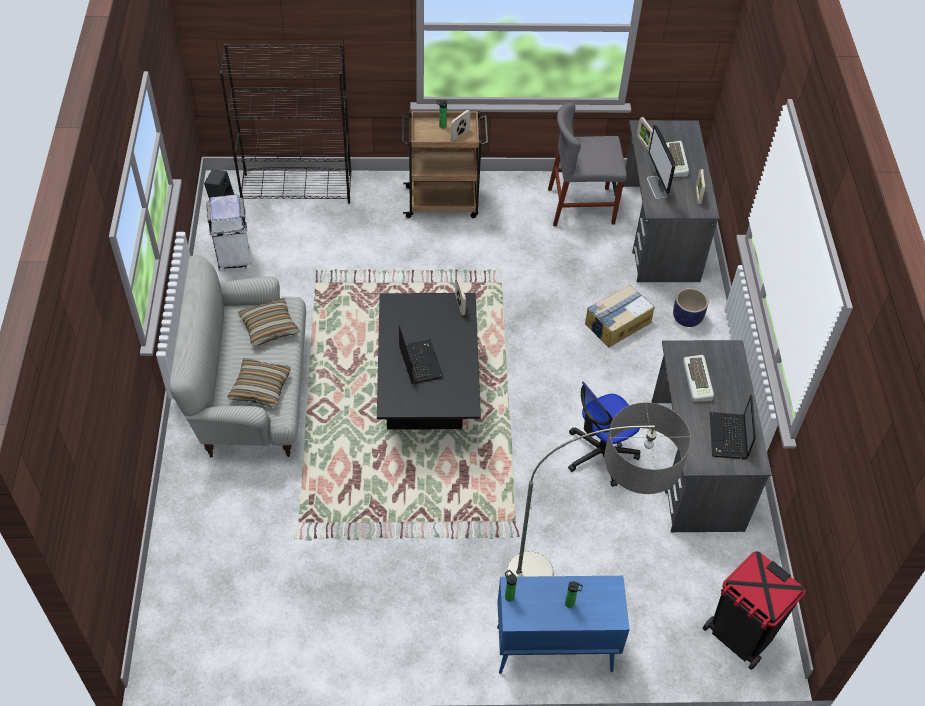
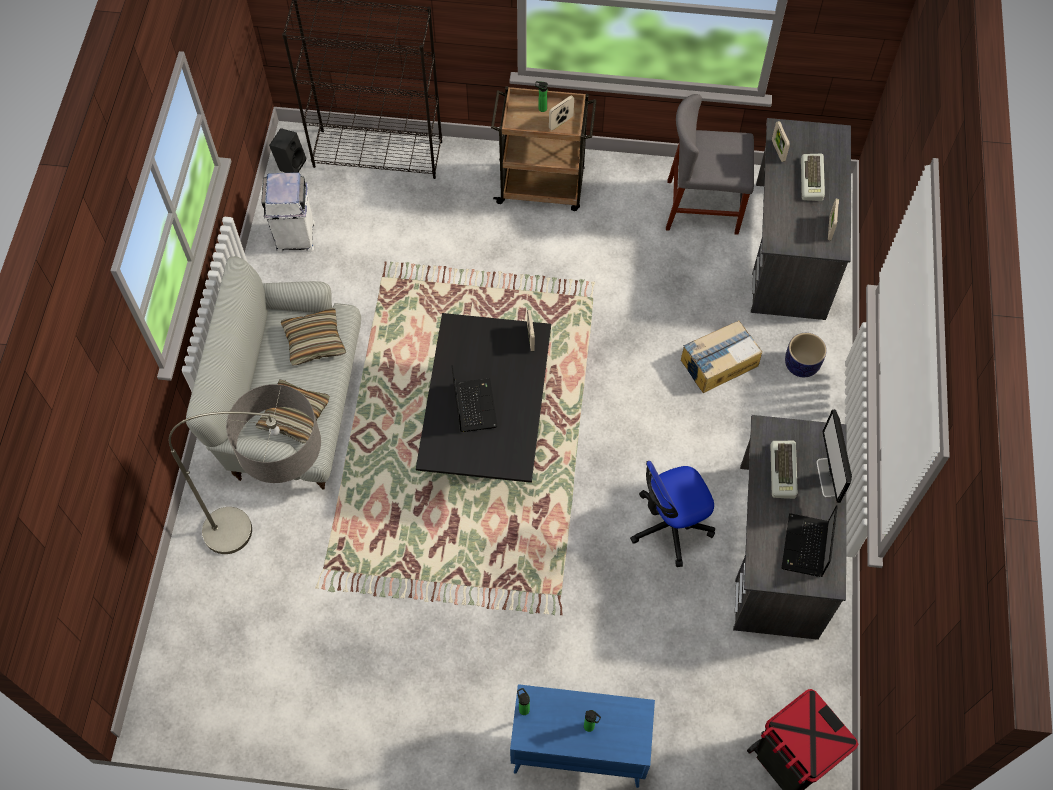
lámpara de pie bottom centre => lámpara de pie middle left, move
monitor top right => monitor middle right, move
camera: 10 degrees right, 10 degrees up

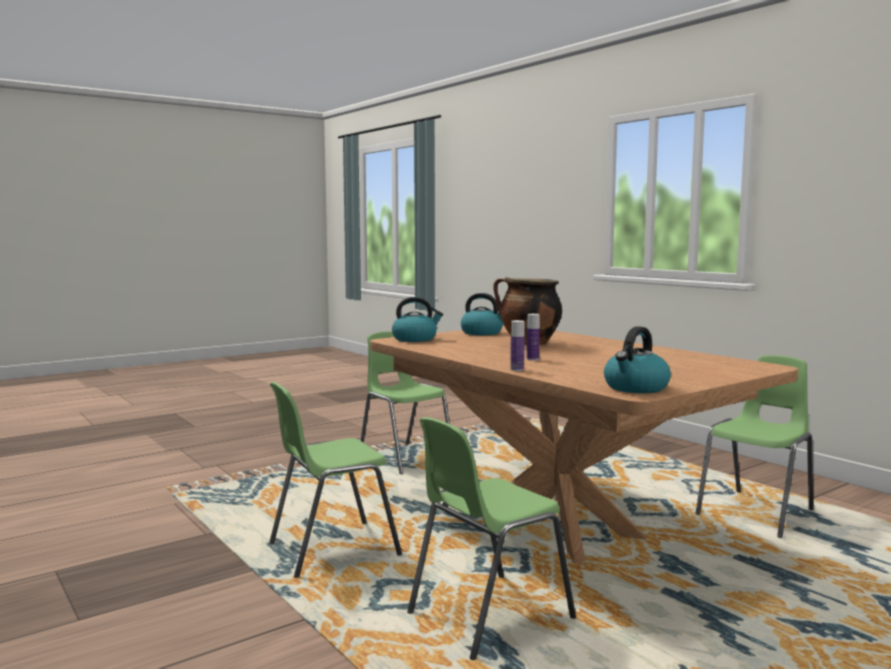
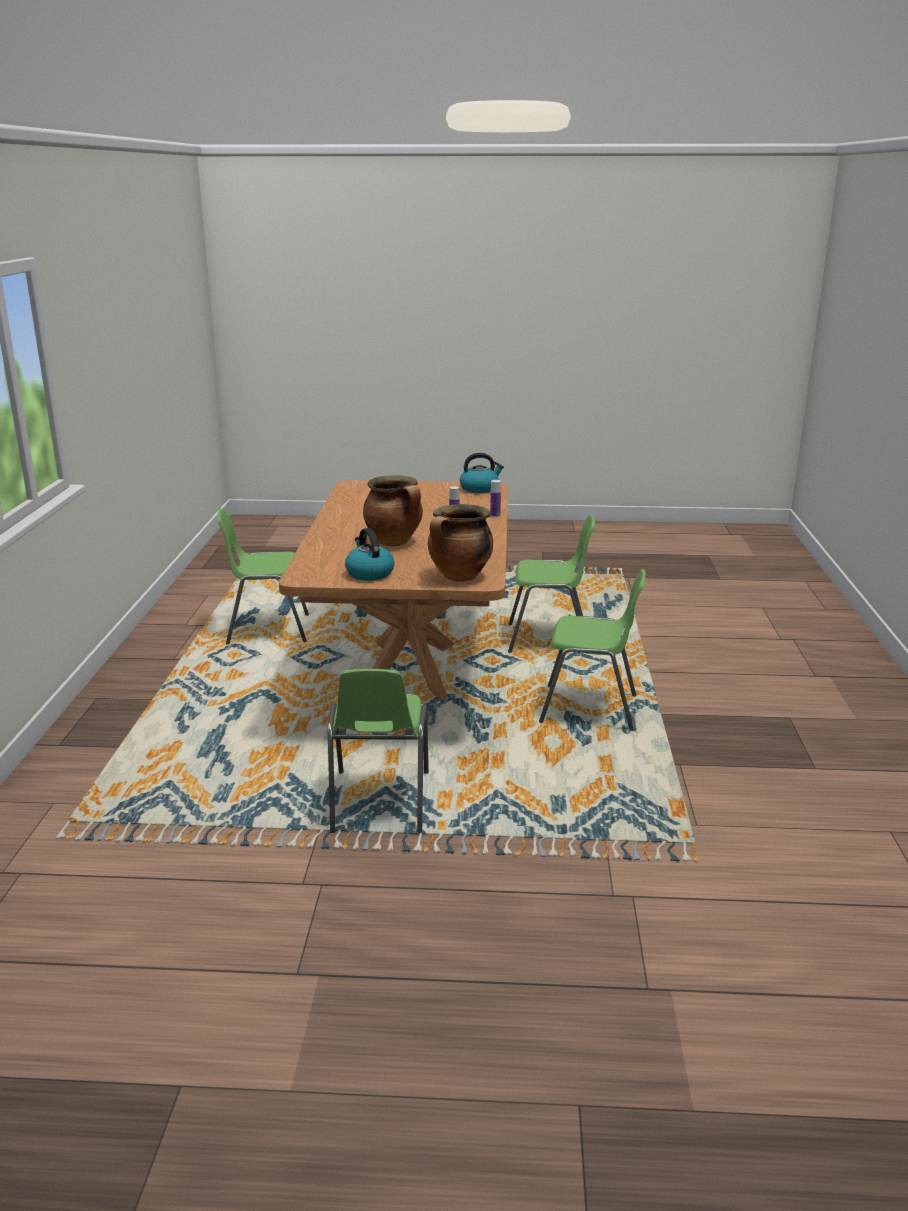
hervidor (1st from left) centre => olla (2nd from left) centre
camera: 140 degrees left, 15 degrees up

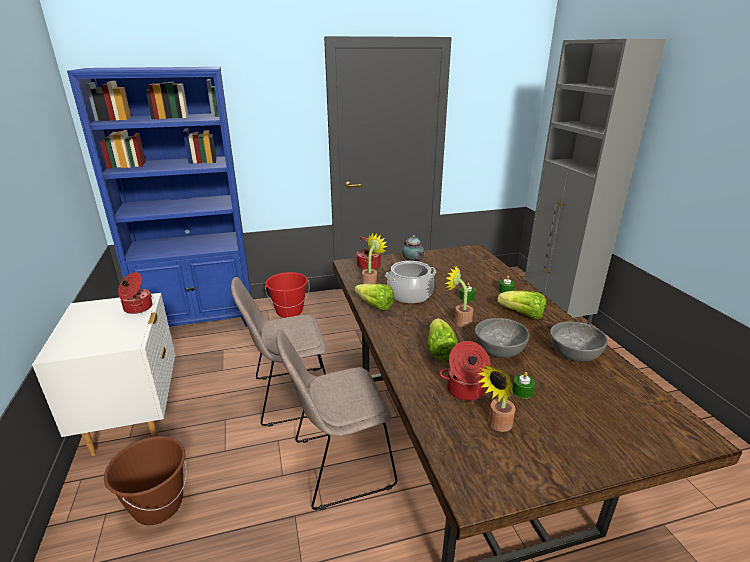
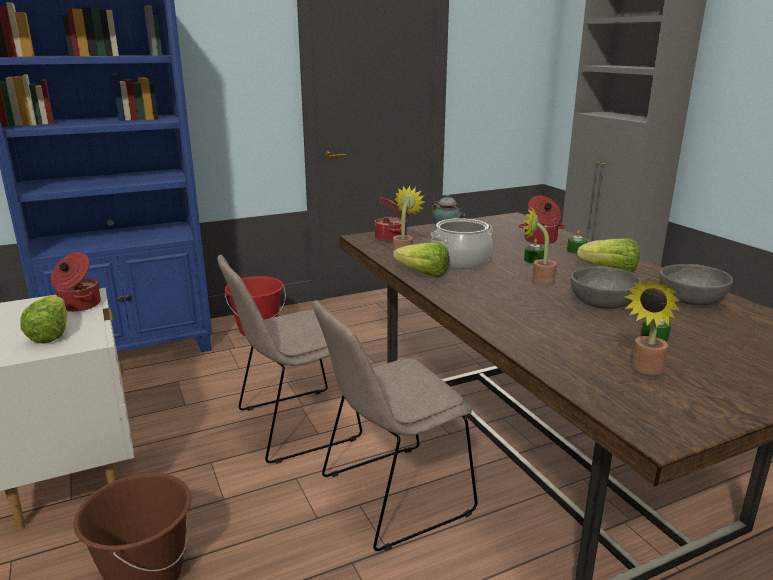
lechuga (2nd from left in the first image) centre => lechuga (1st from left) middle left, move
olla (4th from left) centre => olla (4th from left) middle right, move
camera: 10 degrees left, 5 degrees down

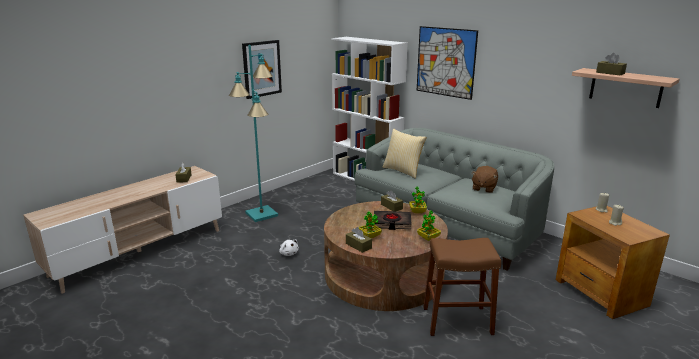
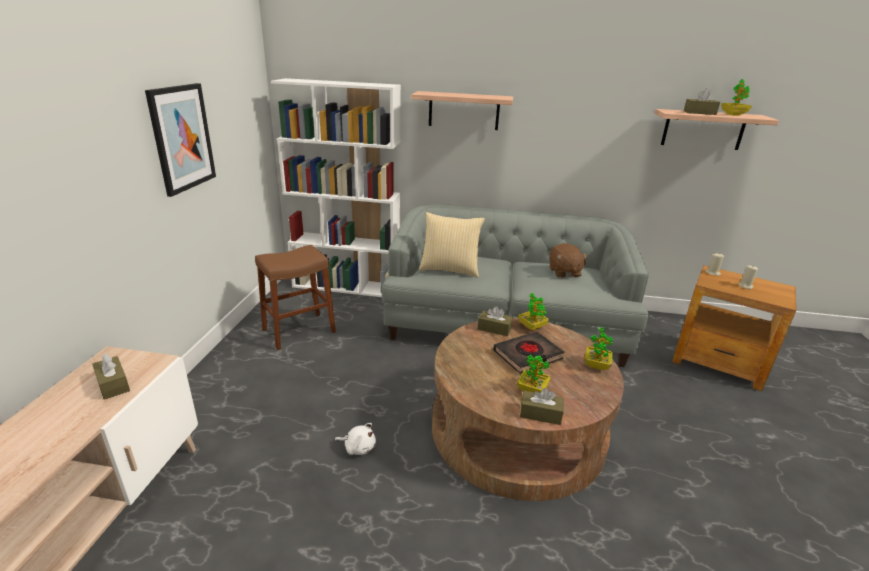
taburete [marrón] bottom centre => taburete [marrón] centre, move
cuadro (2nd from left) top centre => estante (1st from left) top centre
nothing => planta en maceta (4th from left) top right
lámpara de pie [turquesa] centre => nothing
camera: 35 degrees left, 5 degrees up

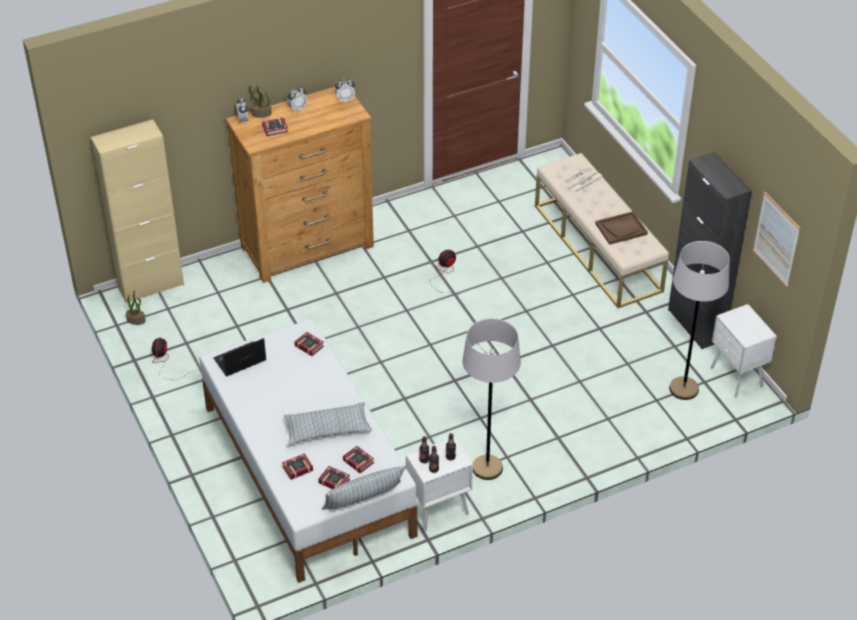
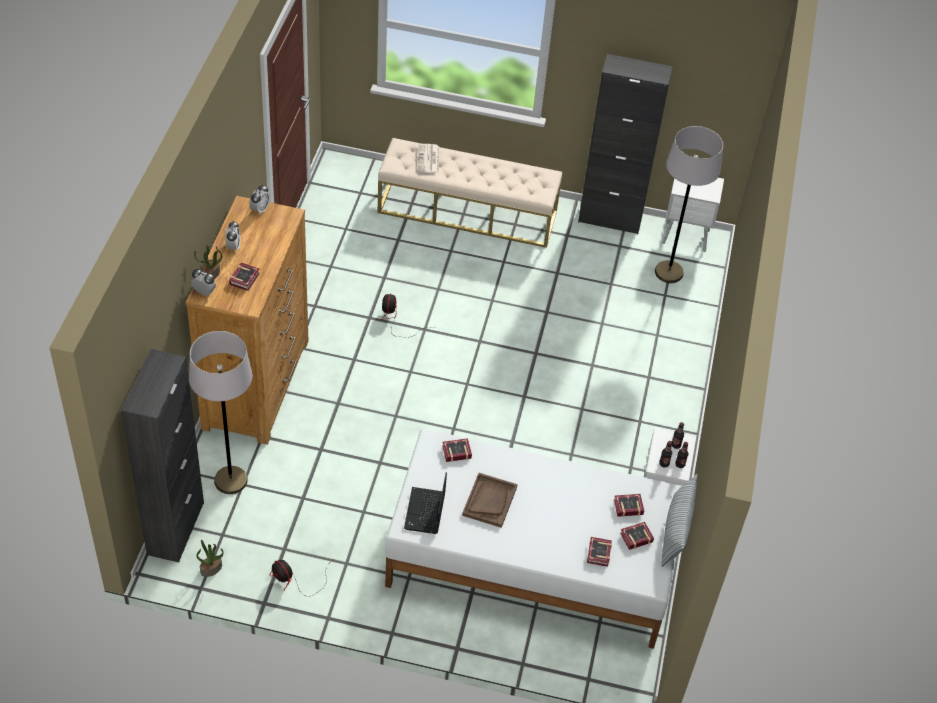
armario [beis] middle left => armario [negro] (1st from left) middle left
lámpara de pie [gris] (1st from left) centre => lámpara de pie [gris] (1st from left) middle left, move
bandeja [marrón] middle right => bandeja [marrón] bottom centre, move
cojín (1st from left) bottom centre => nothing
cuadro middle right => nothing
camera: 55 degrees left, 5 degrees up

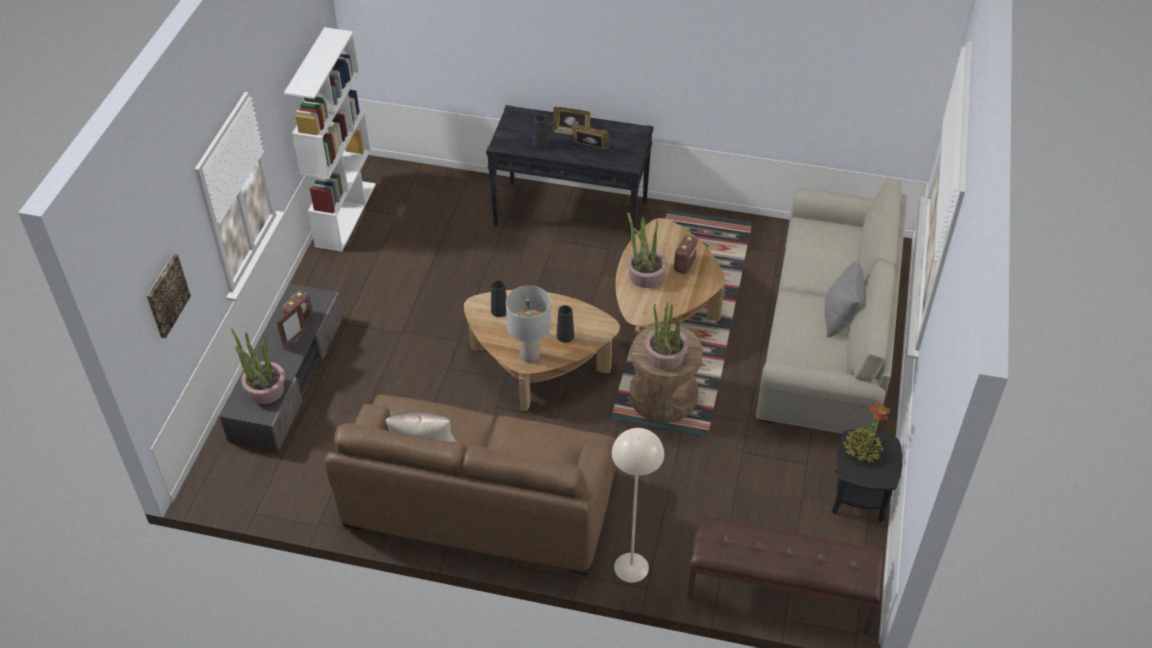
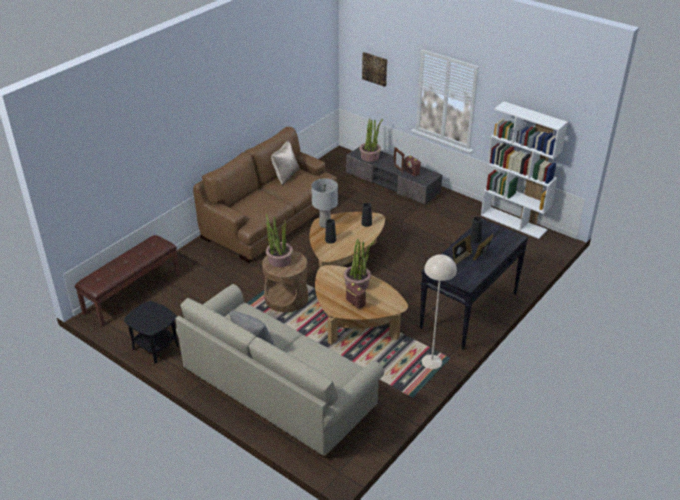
lámpara de pie [beis] bottom centre => lámpara de pie [beis] centre, move
planta en maceta (4th from left) middle right => nothing
camera: 115 degrees right, 10 degrees down

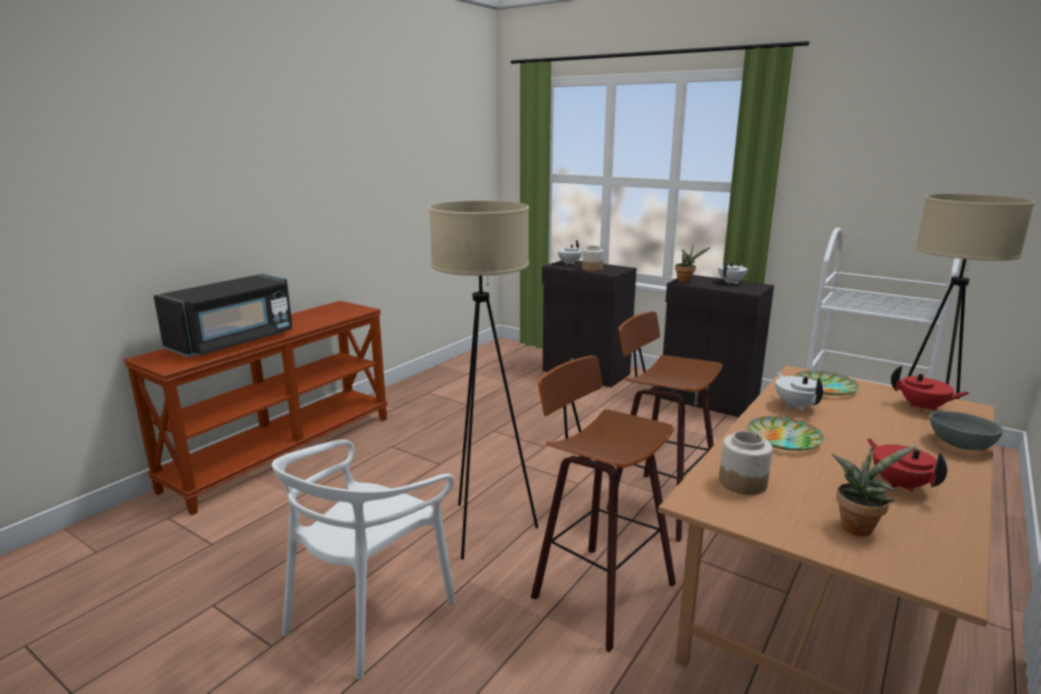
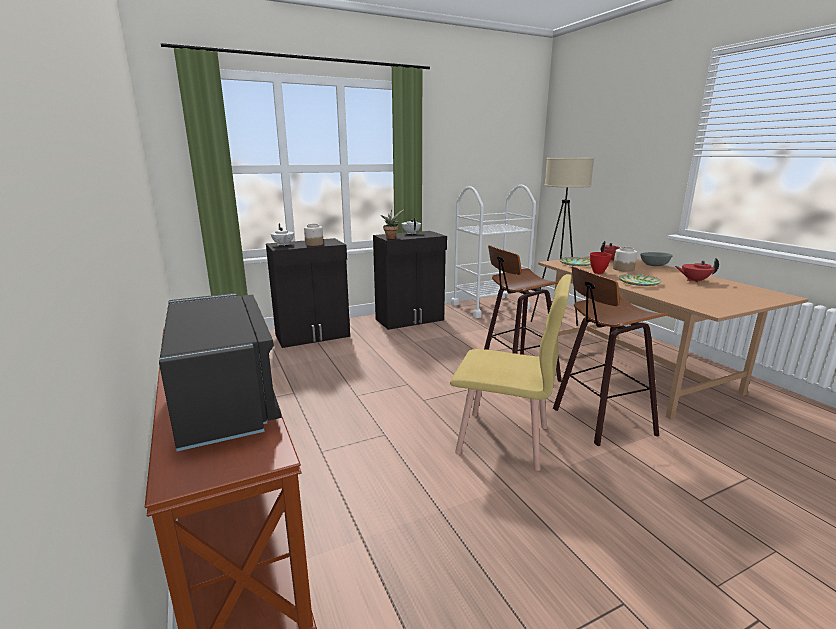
lámpara de pie [beis] (1st from left) centre => silla [amarillo] centre
tetera [blanco] (3rd from left) middle right => cuenco [rojo] middle right
tarro (2nd from left) bottom right => tarro (2nd from left) middle right, move
silla [blanco] bottom centre => nothing
planta en maceta (2nd from left) bottom right => nothing
camera: 60 degrees left, 0 degrees up

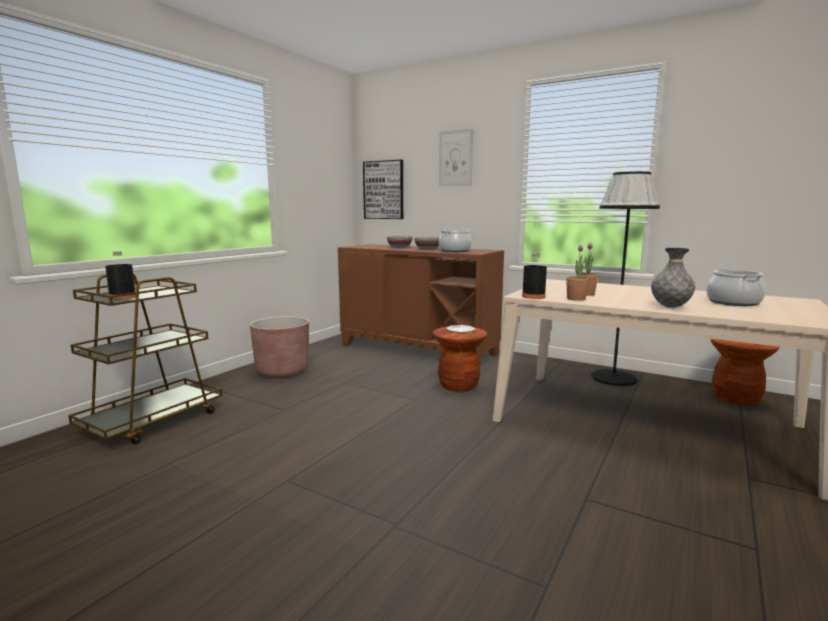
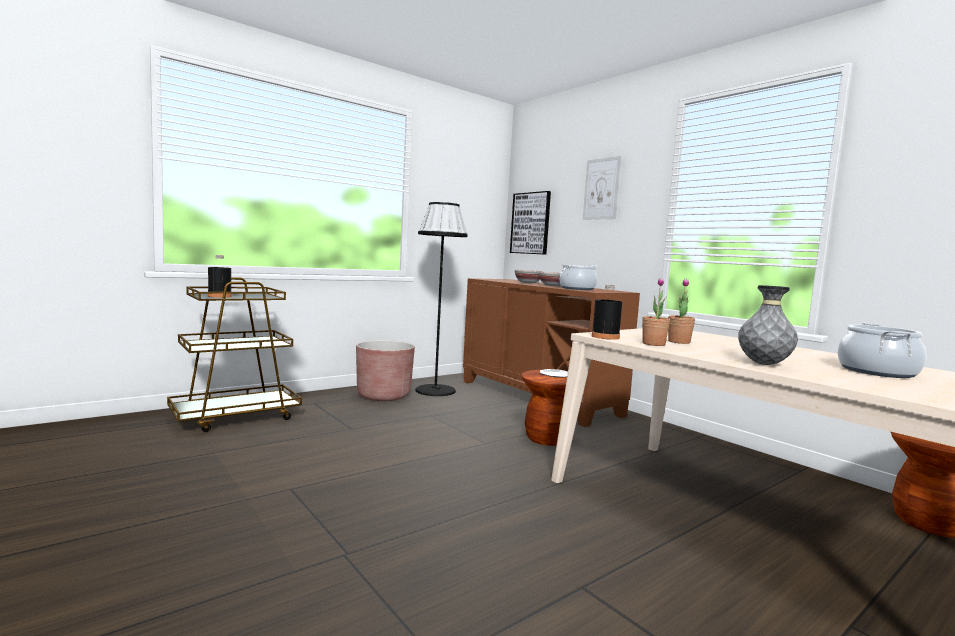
lámpara de pie [negro] middle right => lámpara de pie [negro] centre, move
camera: 20 degrees right, 5 degrees down

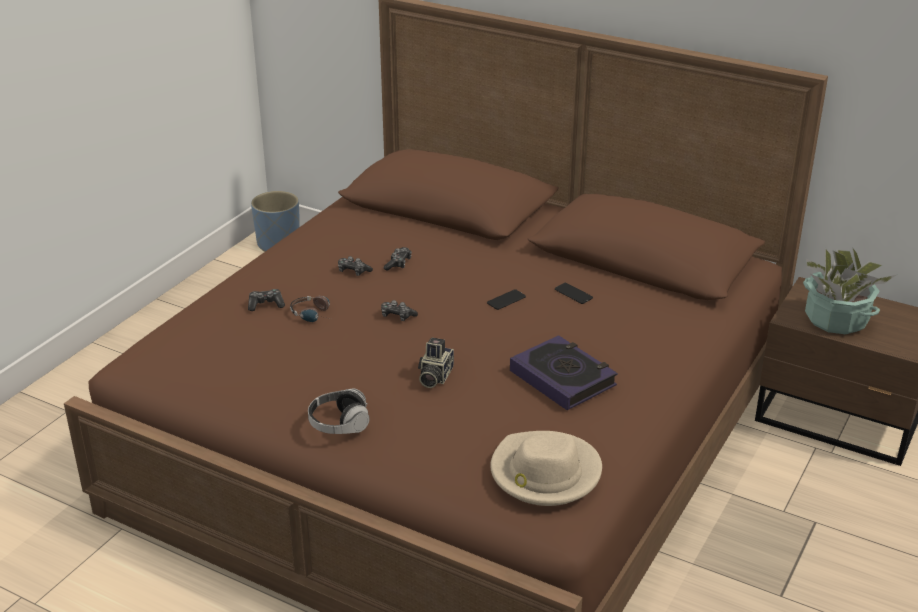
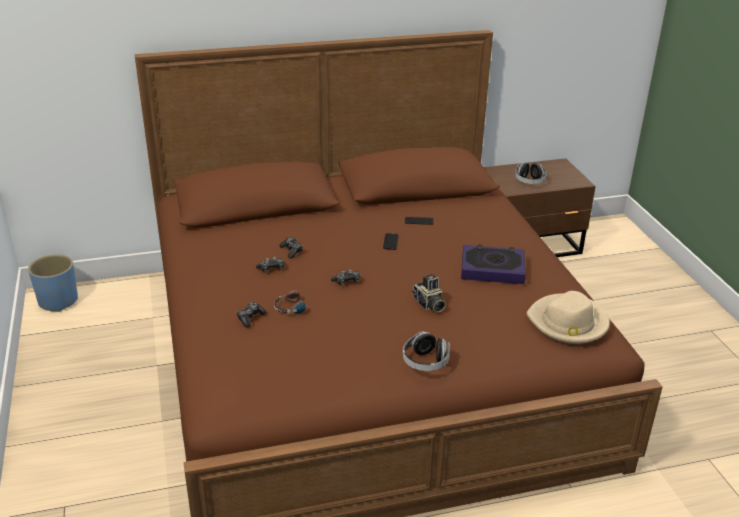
planta en maceta middle right => auriculares (3rd from left) middle right
camera: 45 degrees left, 0 degrees up

